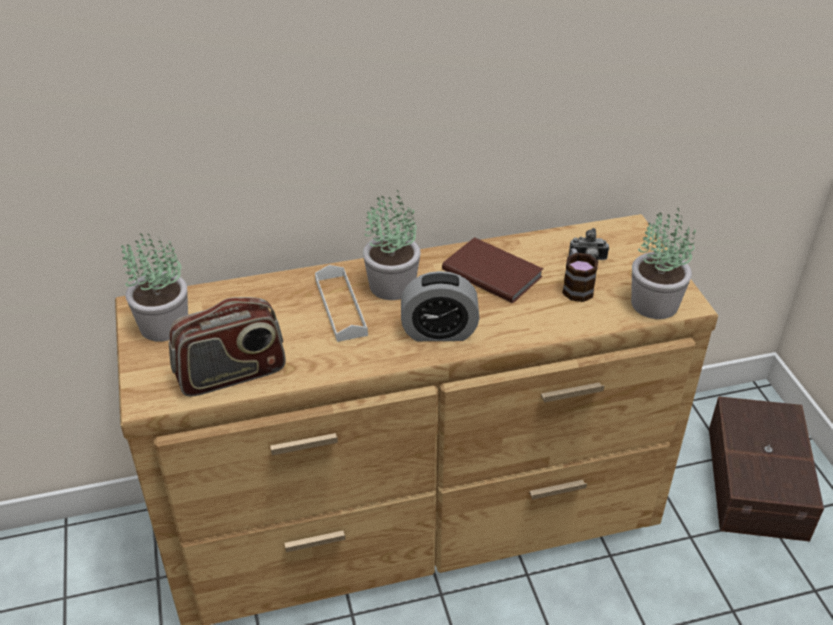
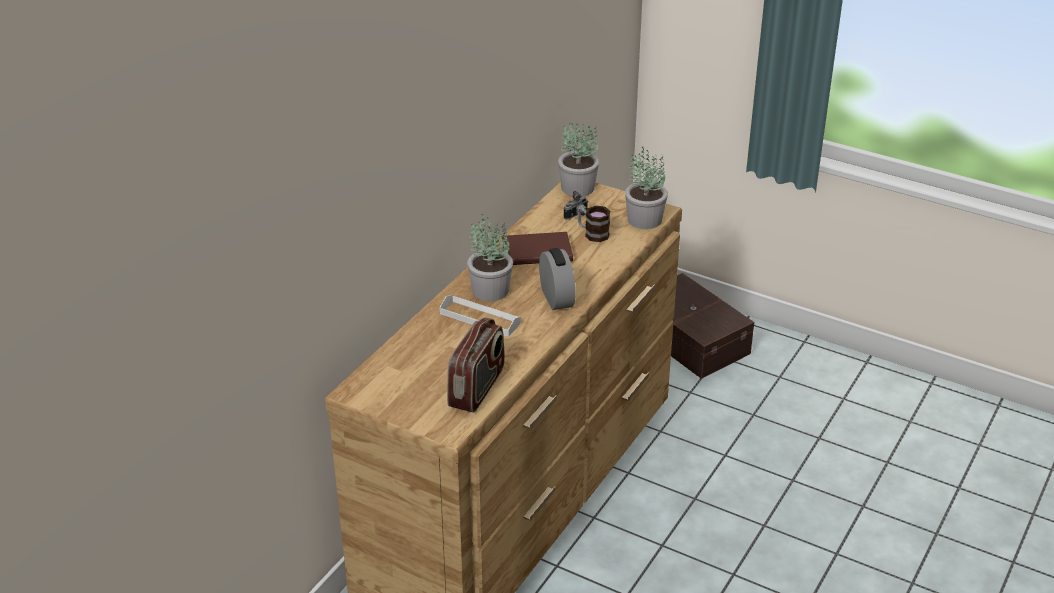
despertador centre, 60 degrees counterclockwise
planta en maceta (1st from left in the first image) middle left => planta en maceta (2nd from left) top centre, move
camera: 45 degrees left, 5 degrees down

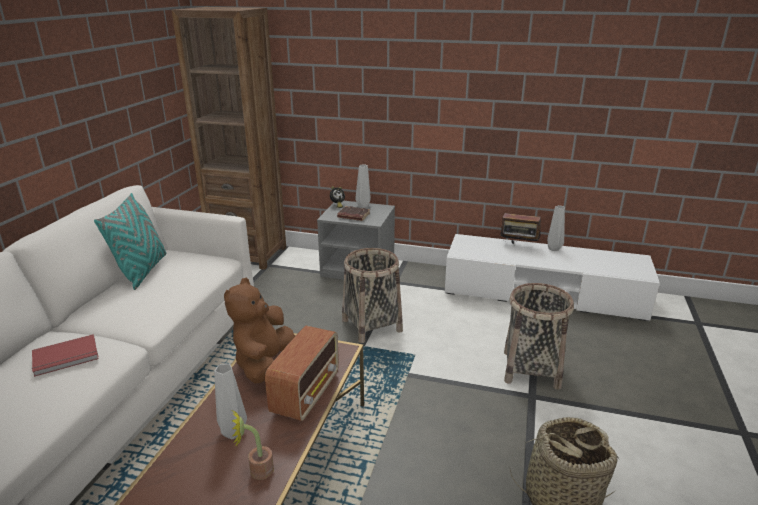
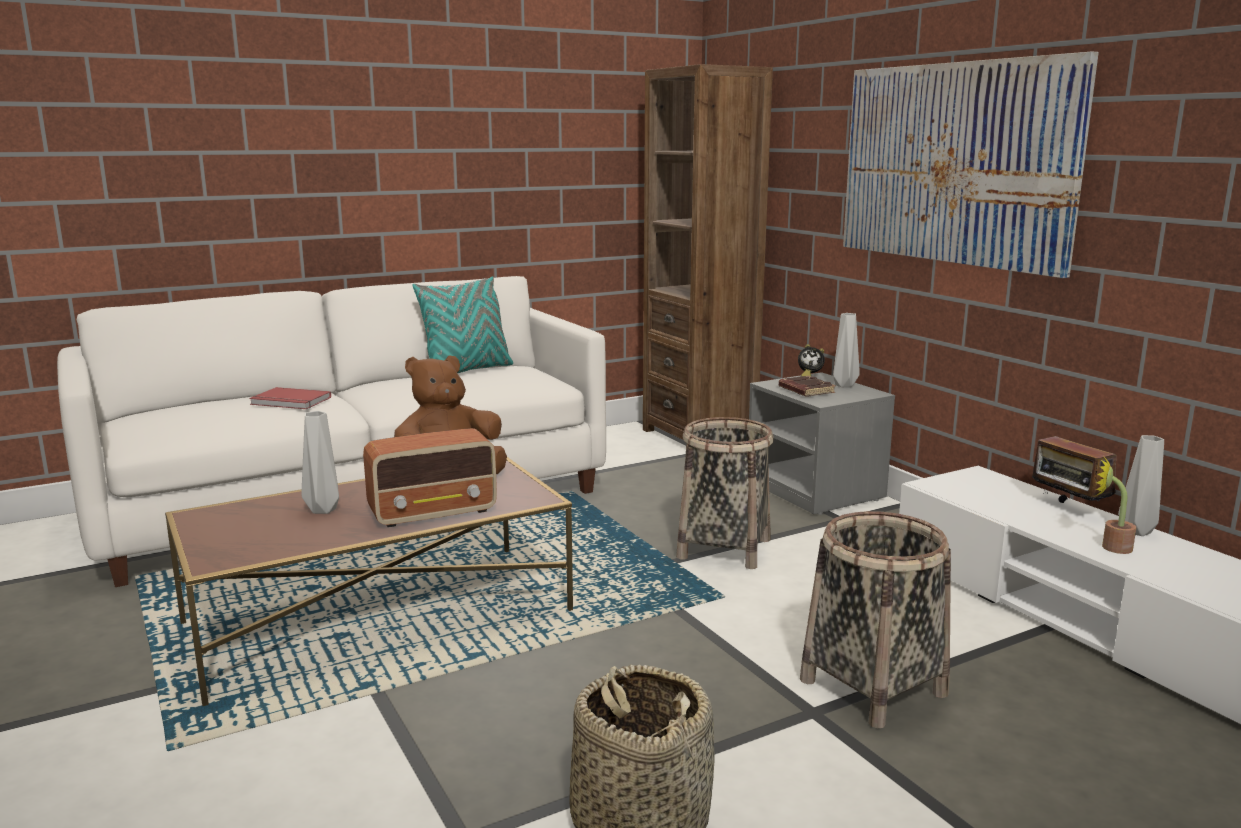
nothing => cuadro top right
planta en maceta bottom left => planta en maceta middle right, move
camera: 45 degrees right, 10 degrees down

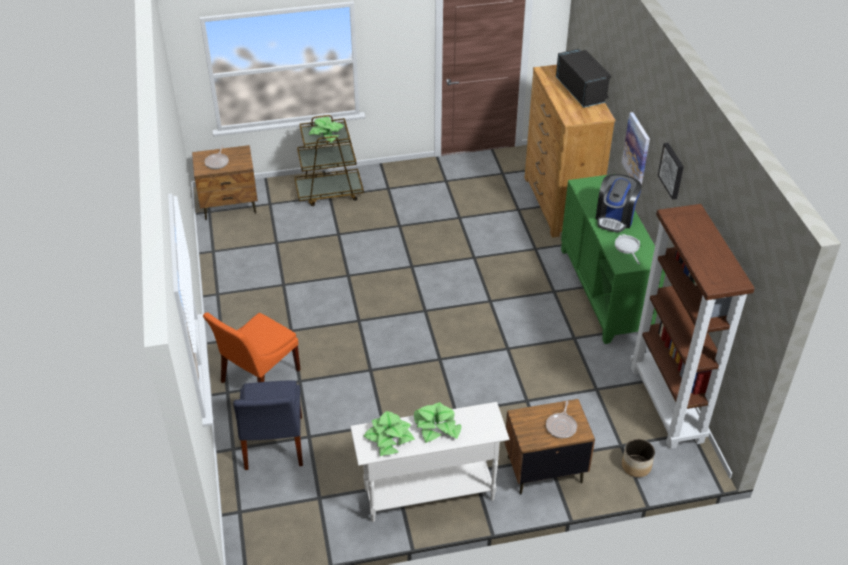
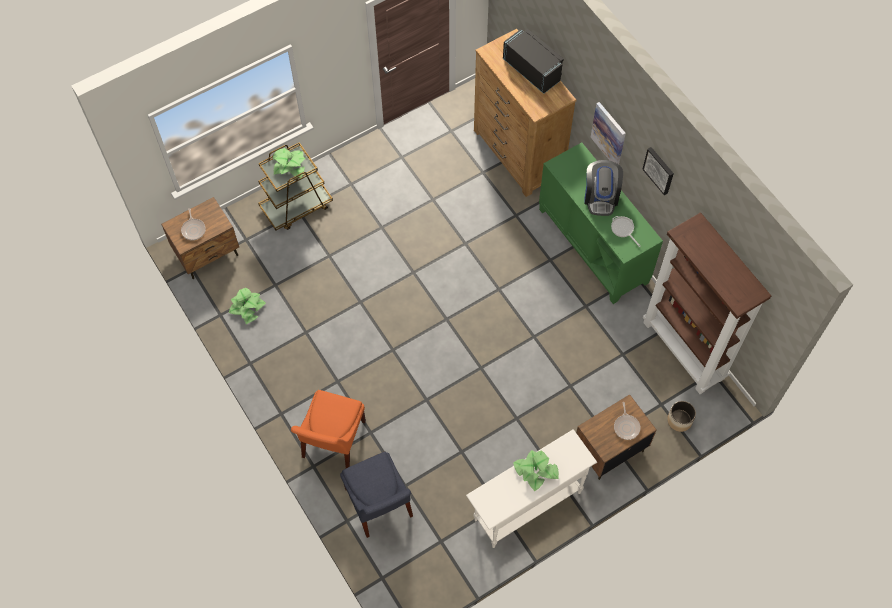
planta en maceta (2nd from left in the first image) bottom centre => planta en maceta (1st from left) middle left, move
camera: 20 degrees left, 20 degrees up

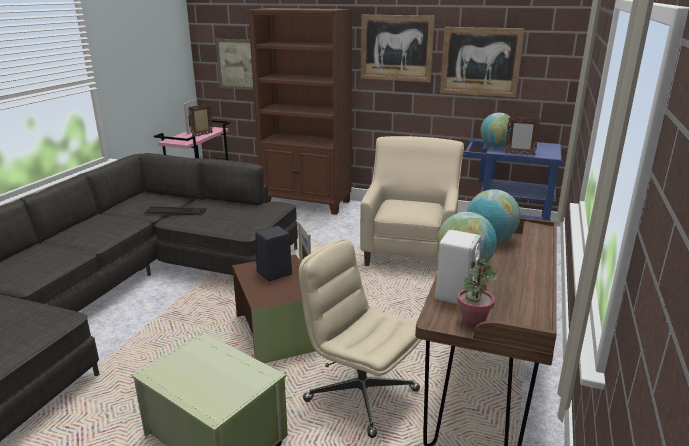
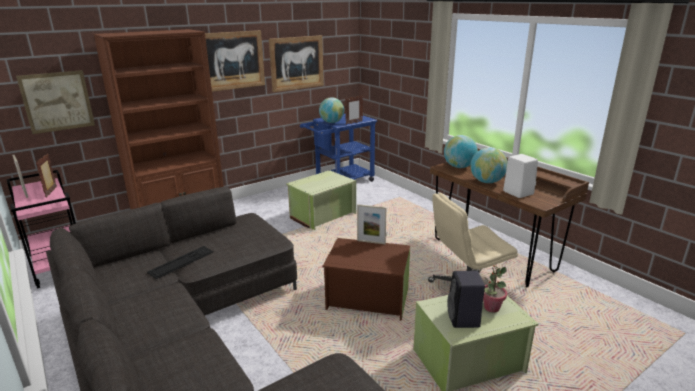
sillón [beis] centre => caja de almacenaje [verde] (1st from left) centre
altavoz [negro] centre => altavoz [negro] bottom right, move
planta en maceta middle right => planta en maceta bottom right, move
camera: 55 degrees left, 0 degrees up

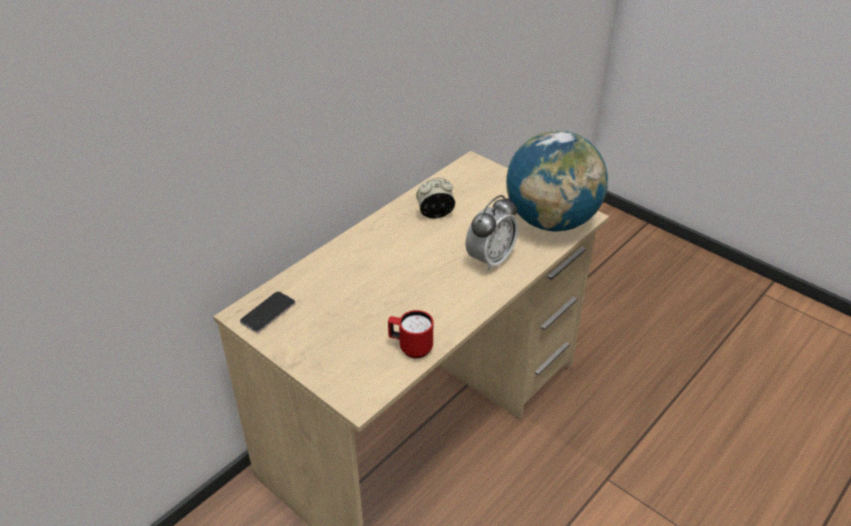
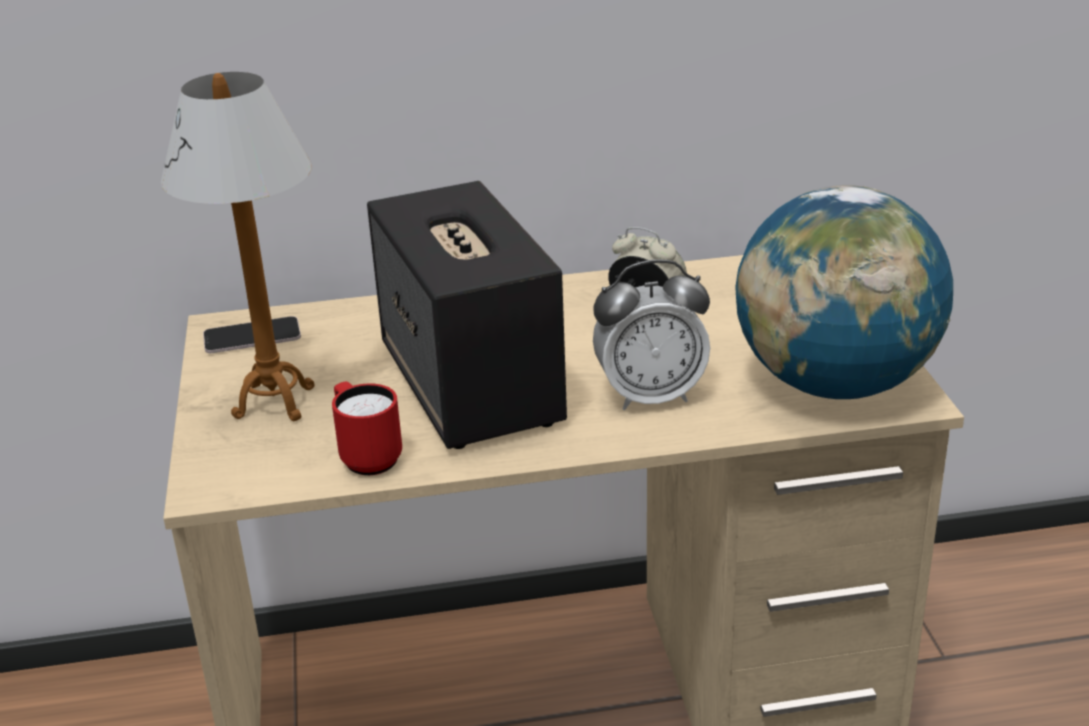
nothing => lámpara de mesa middle left
nothing => altavoz centre
camera: 40 degrees right, 10 degrees down

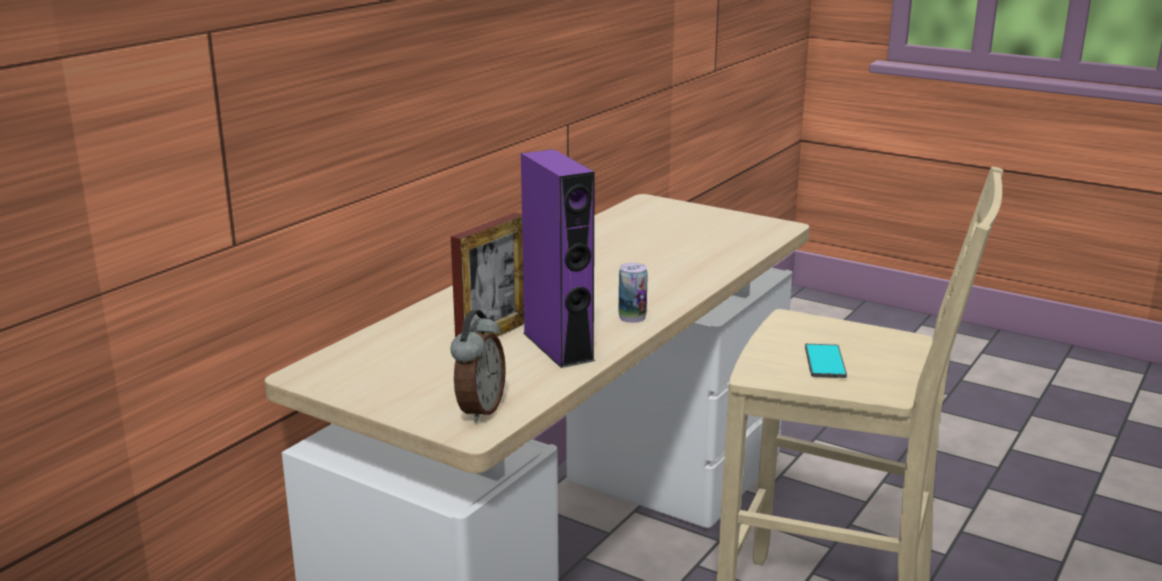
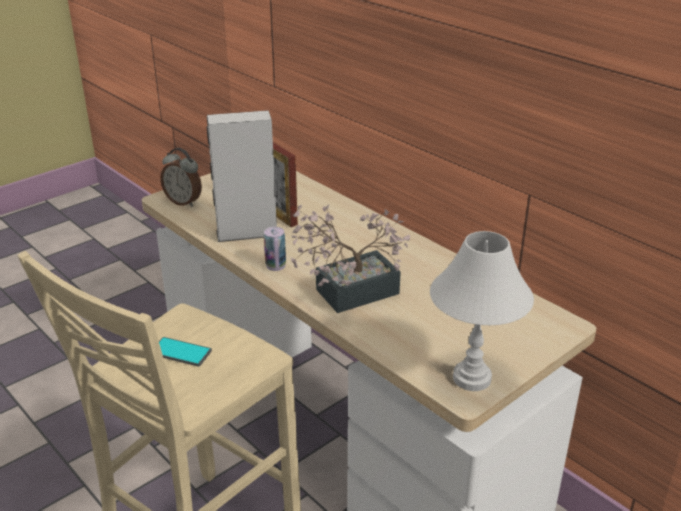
altavoz [morado] centre => altavoz [gris] centre
nothing => planta en maceta centre
nothing => lámpara de mesa [blanco] middle right
camera: 105 degrees right, 10 degrees up

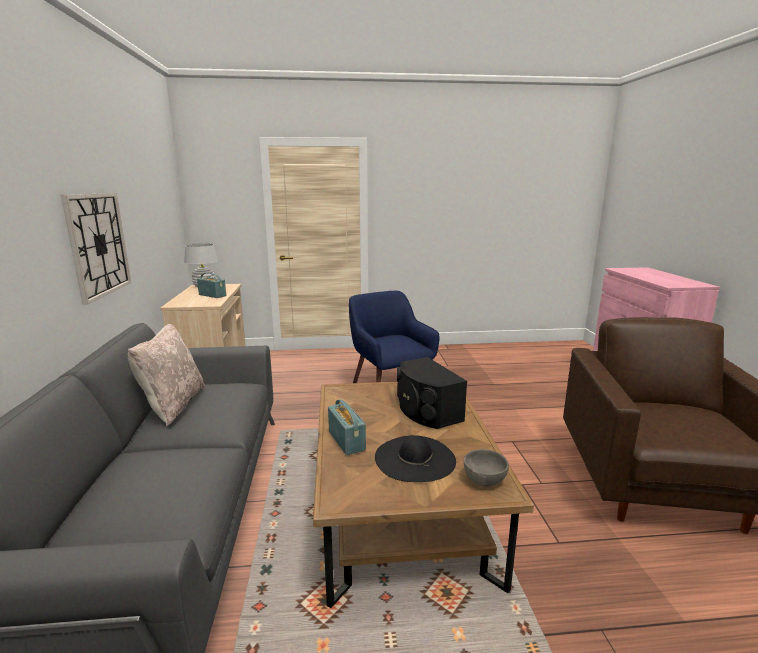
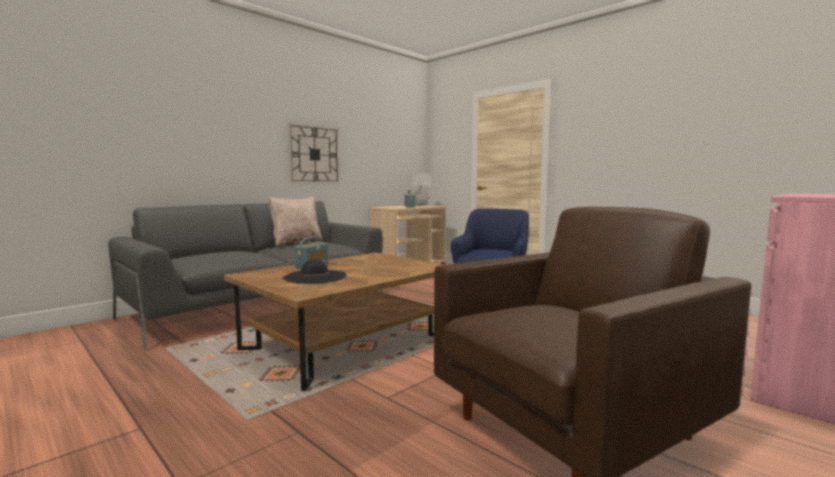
altavoz [negro] centre => nothing
cuenco [gris] bottom centre => nothing
camera: 50 degrees right, 10 degrees down

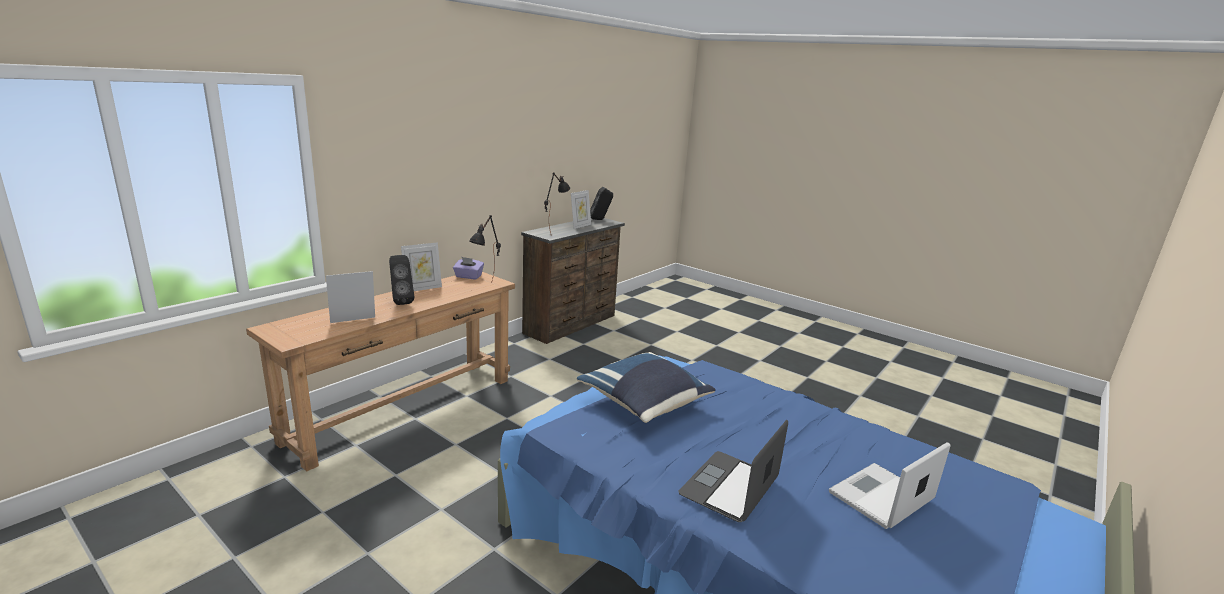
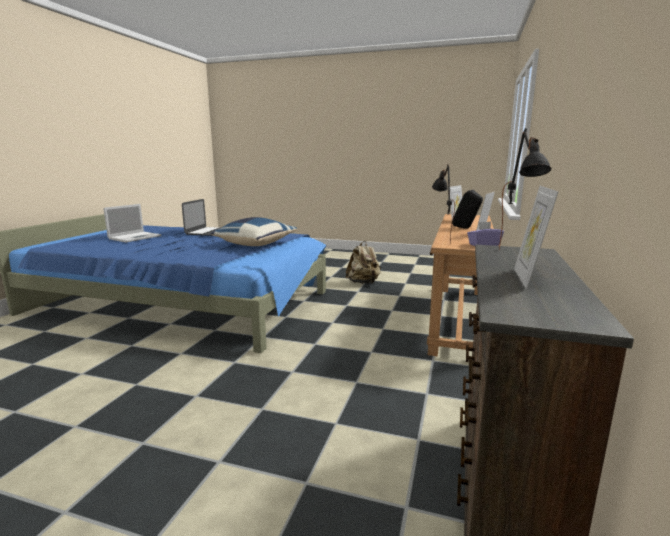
nothing => mochila [beis] centre
altavoz [negro] (2nd from left) centre => nothing
camera: 160 degrees right, 5 degrees down

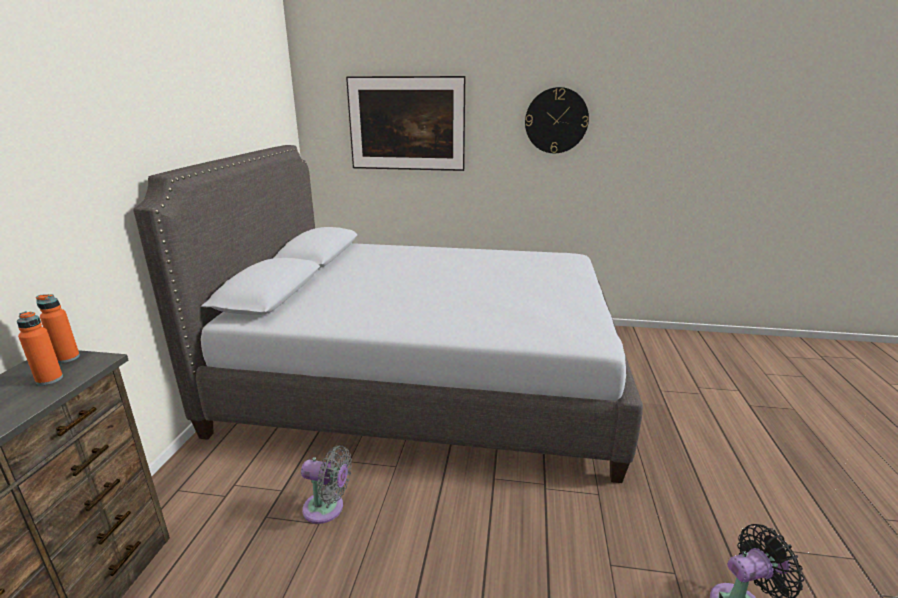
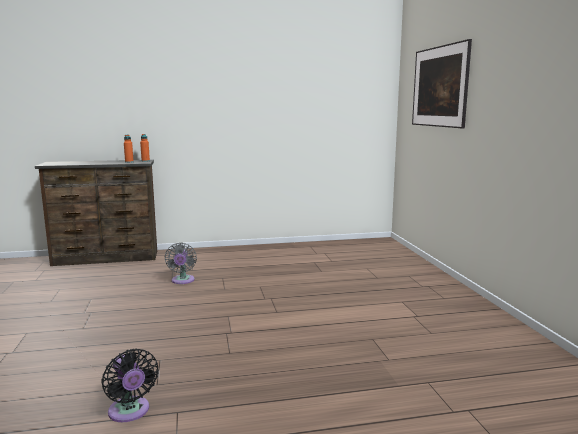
cama [gris] centre => nothing
reloj de pared top centre => nothing
camera: 70 degrees right, 10 degrees down

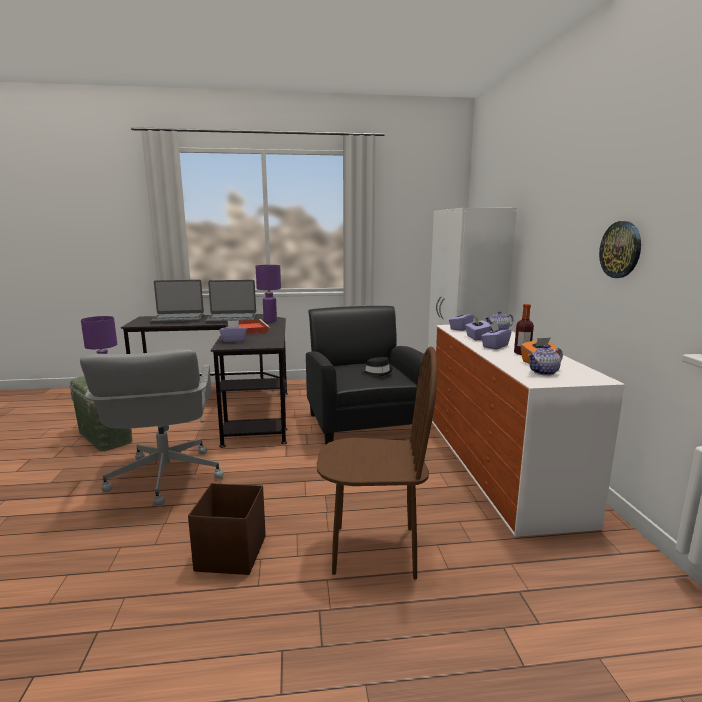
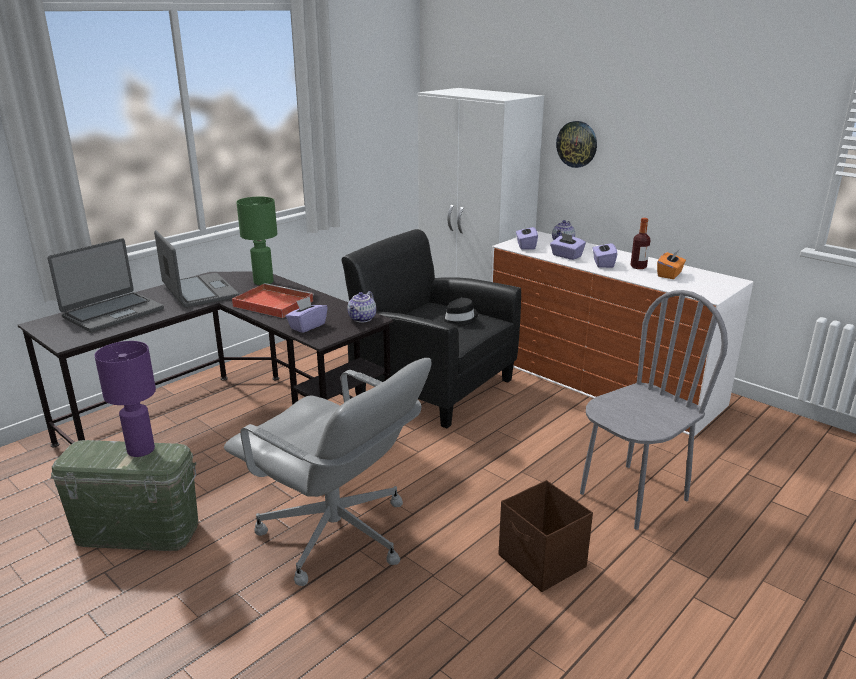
portátil (2nd from left) middle left, 75 degrees counterclockwise
lámpara de mesa [morado] (2nd from left) centre => lámpara de mesa [verde] middle left
tetera (2nd from left in the first image) middle right => tetera (1st from left) centre, move
reloj de pared middle right => reloj de pared top right, move
silla [marrón] centre => silla [gris] middle right
camera: 40 degrees left, 10 degrees up

